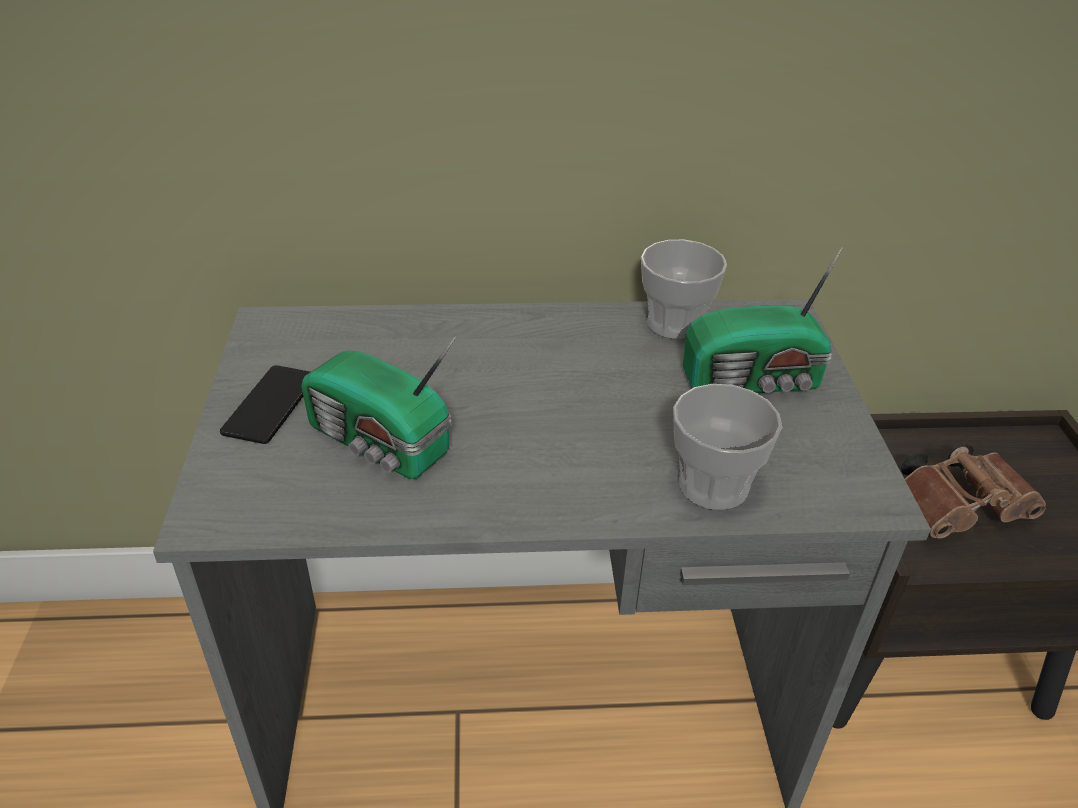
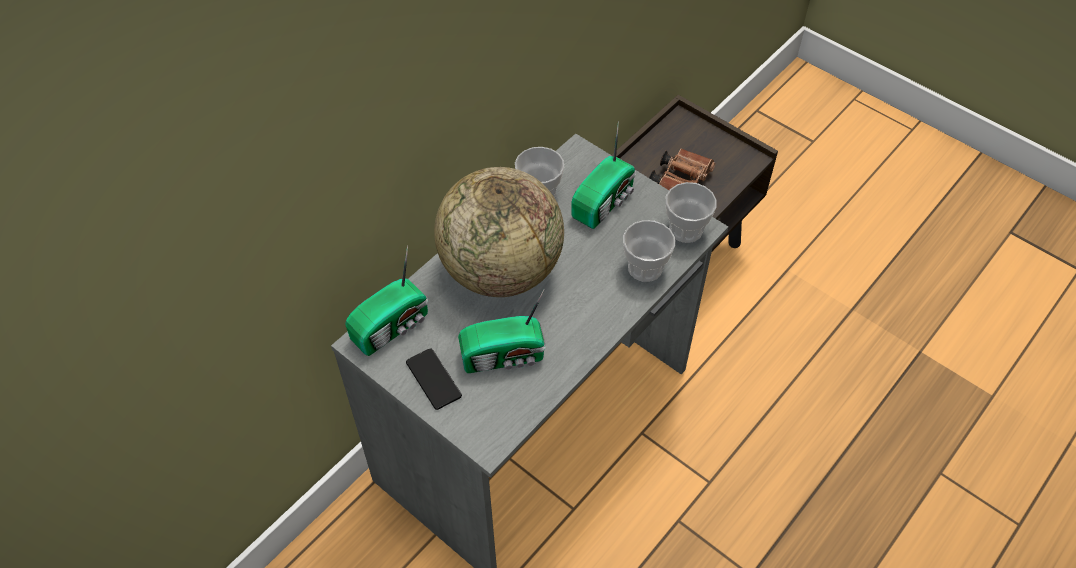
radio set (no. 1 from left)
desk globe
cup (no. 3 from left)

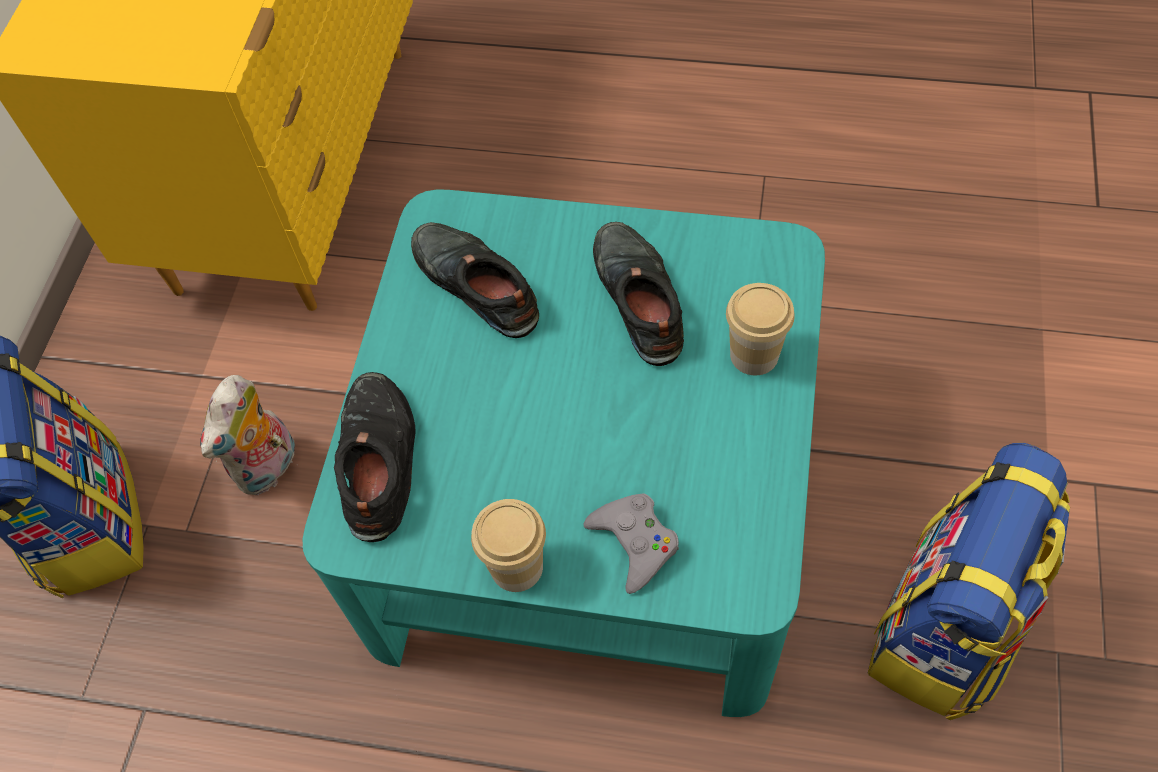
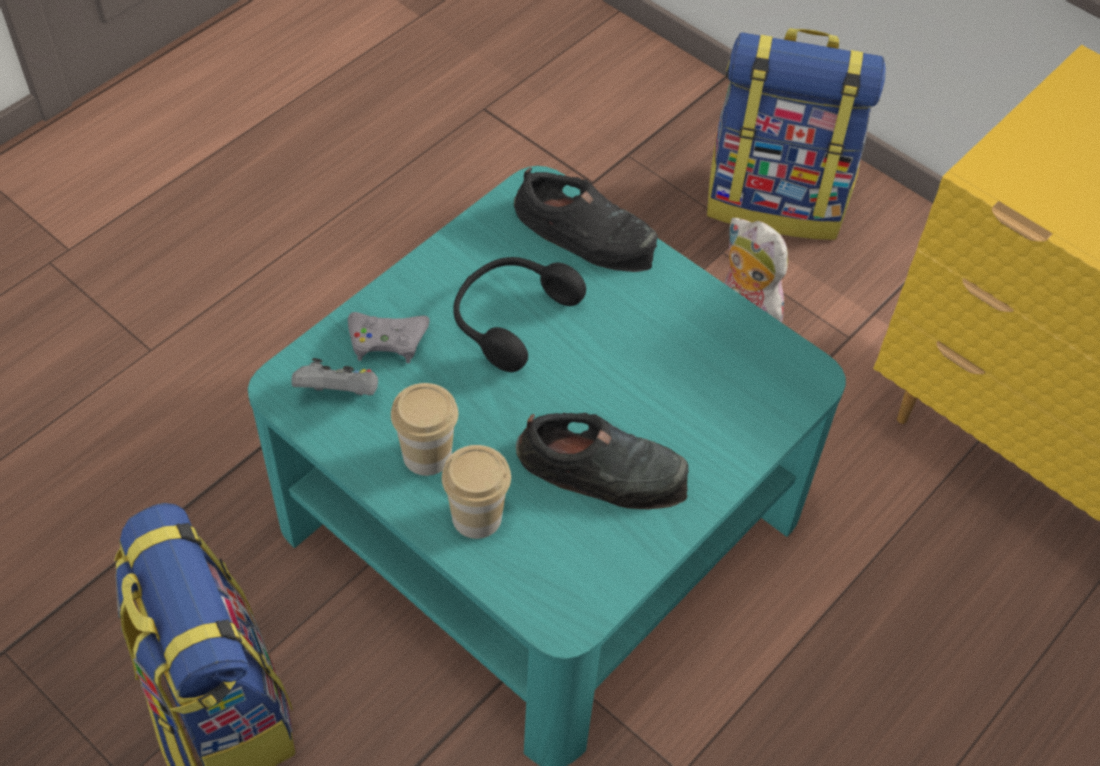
black shoe (no. 2 from left in the first image)
grey game controller (no. 1 from left)
black pair of headphones
cup (no. 1 from left)

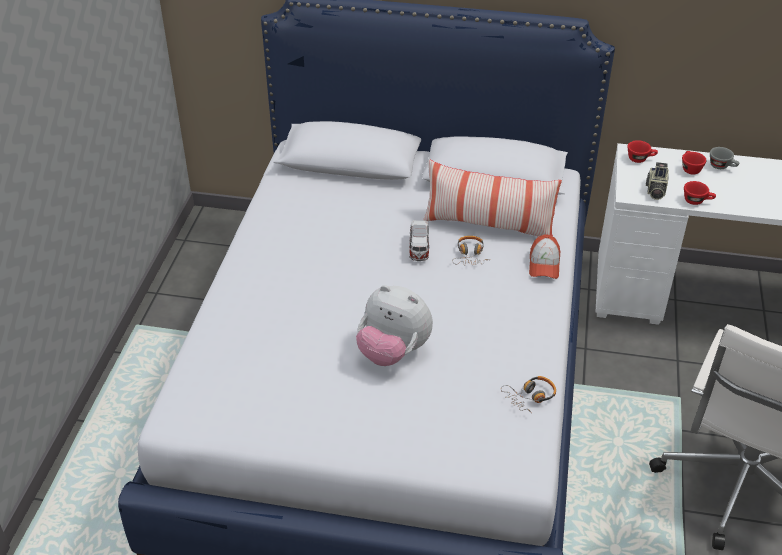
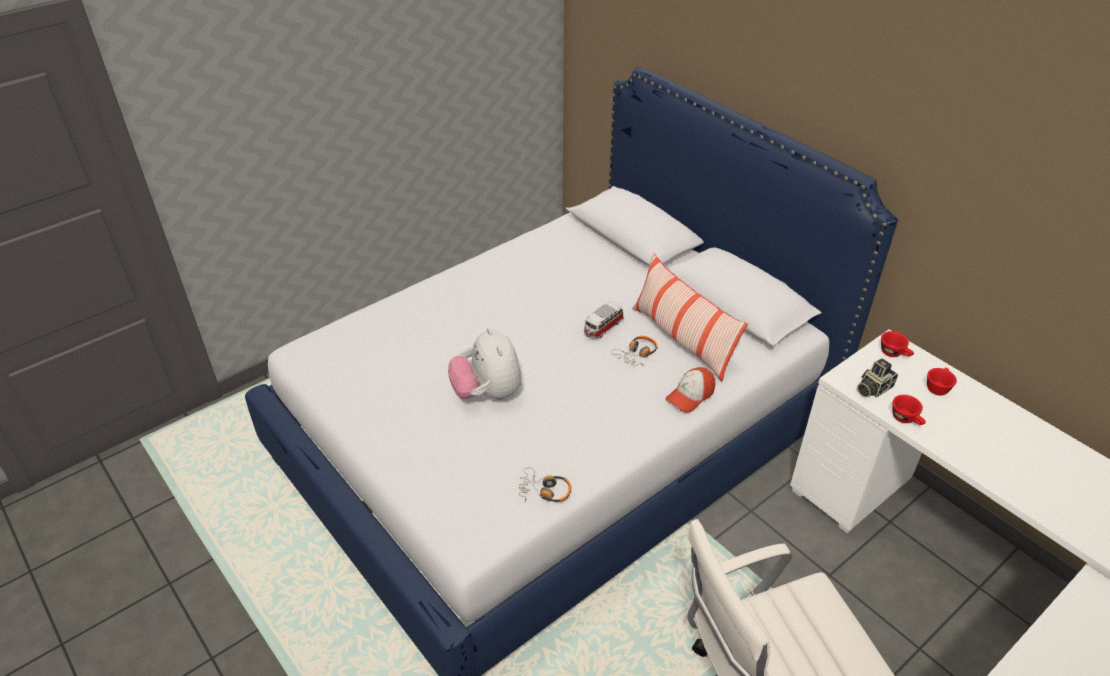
grey cup

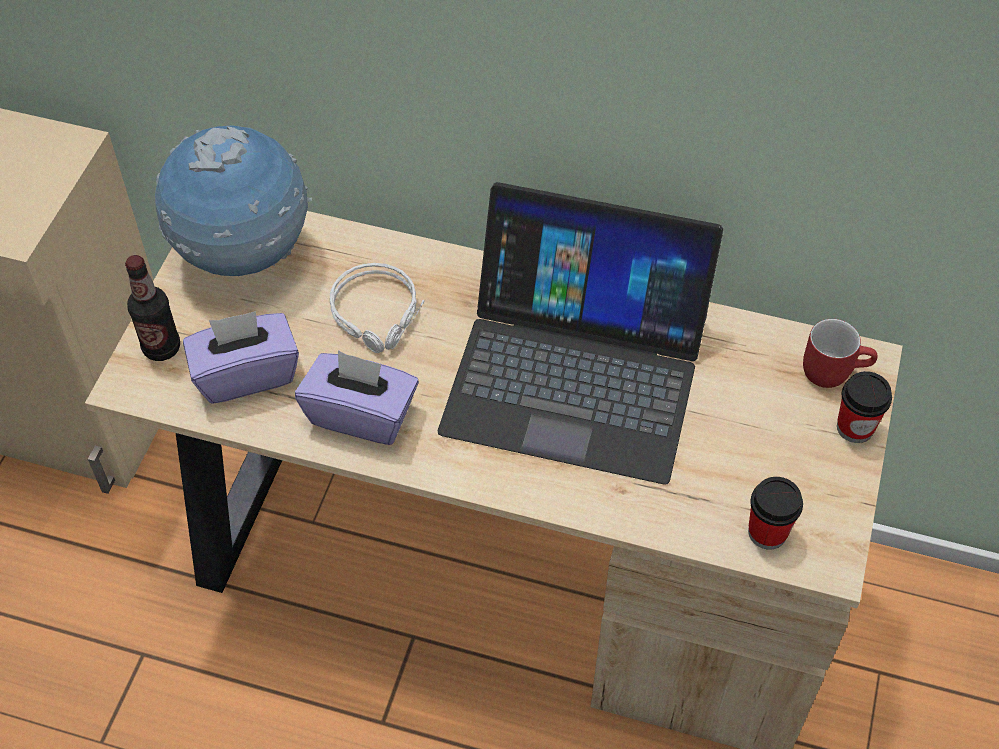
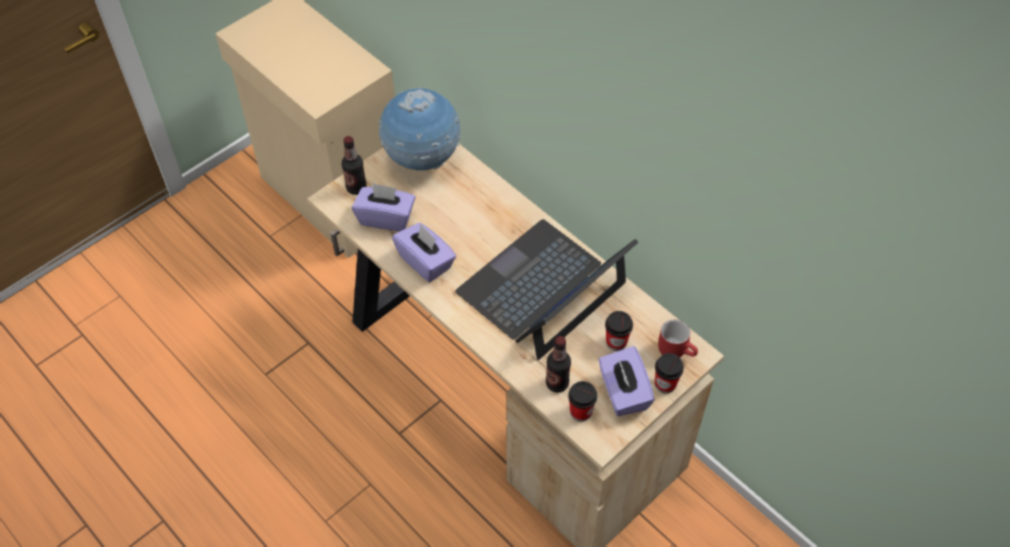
grey pair of headphones
beverage bottle (no. 2 from left)
purple-coloured box of tissues (no. 3 from left)
cup (no. 2 from left)
laptop

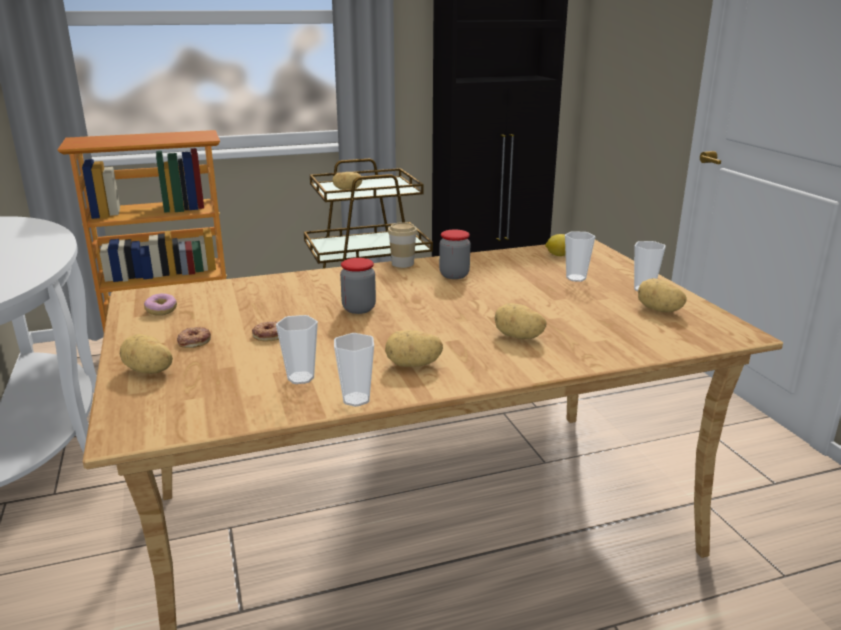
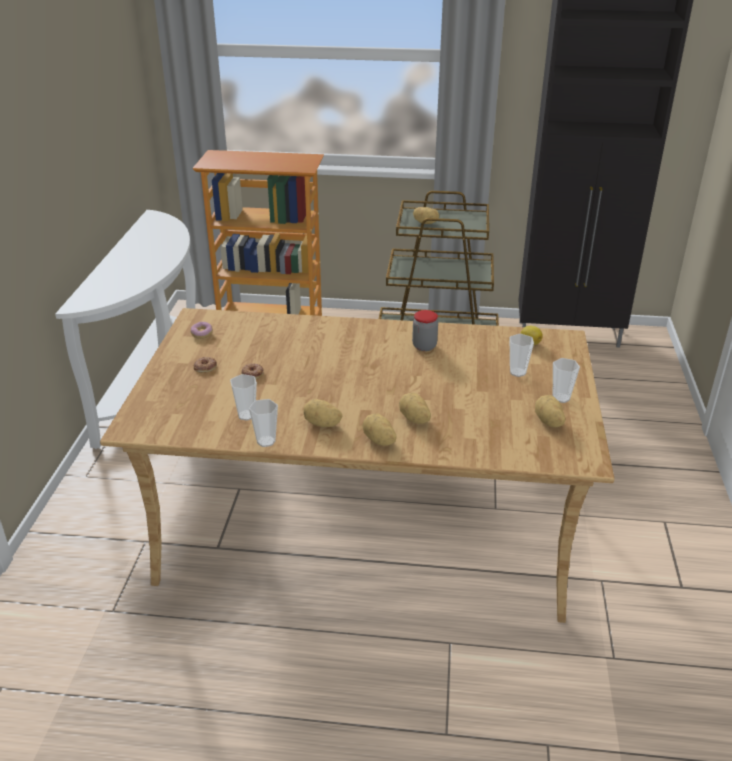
storage jar (no. 1 from left in the first image)
cup (no. 3 from left in the first image)
potato (no. 2 from left)

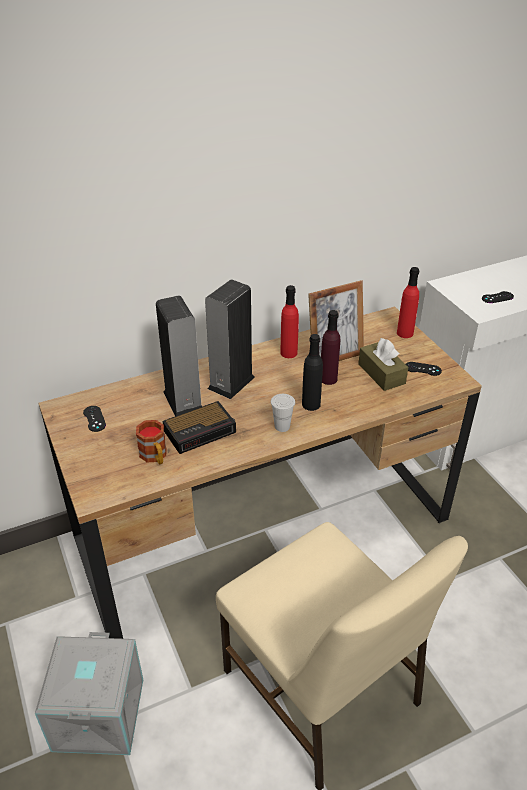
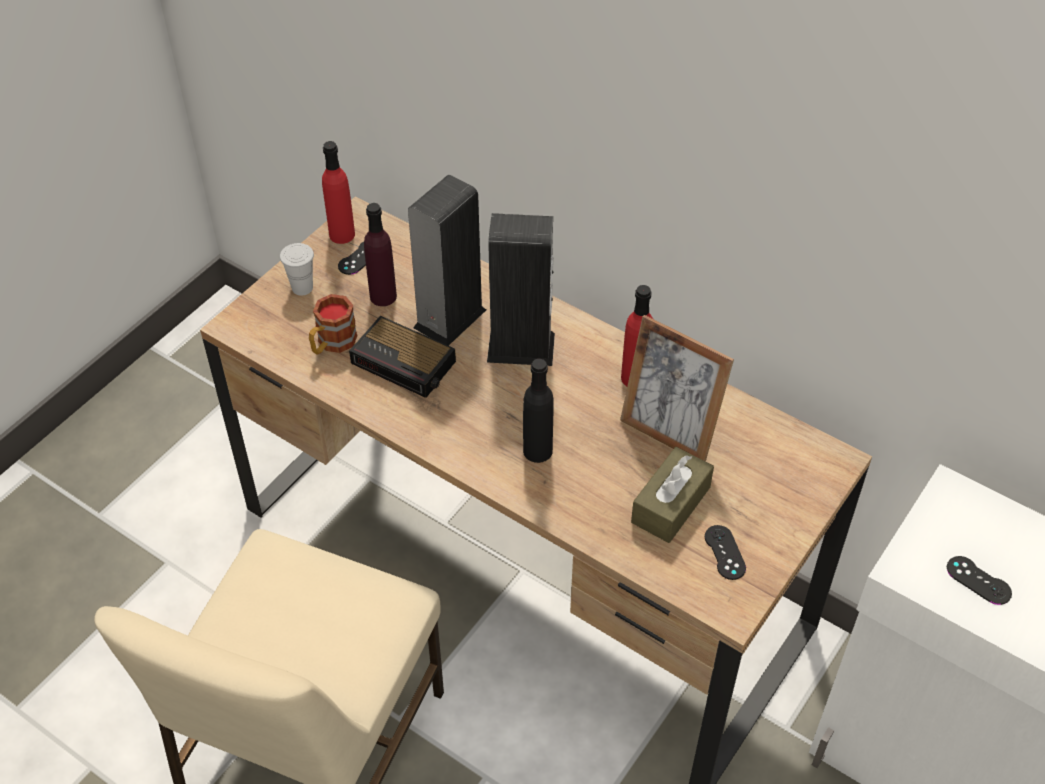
grey storage bin
white-coloured cup
purple-coloured beverage bottle
red beverage bottle (no. 1 from left)

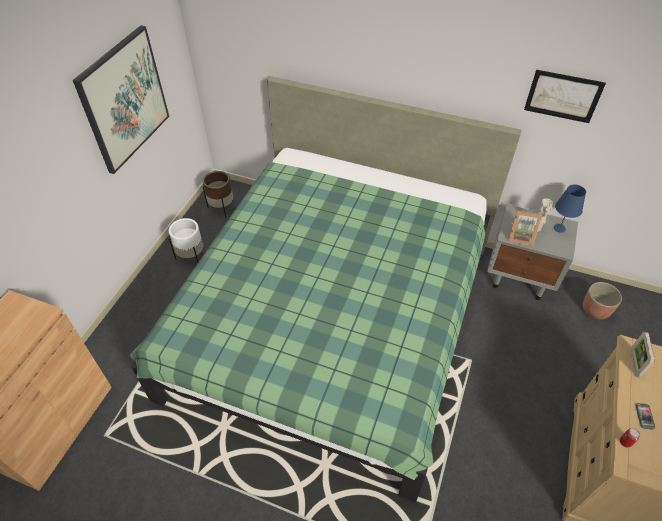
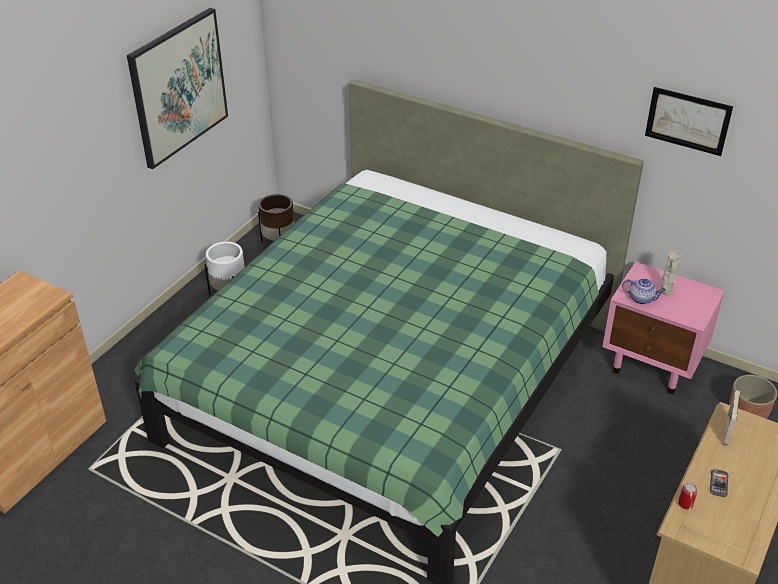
bluish lamp for a table
teapot
pink-coloured night table

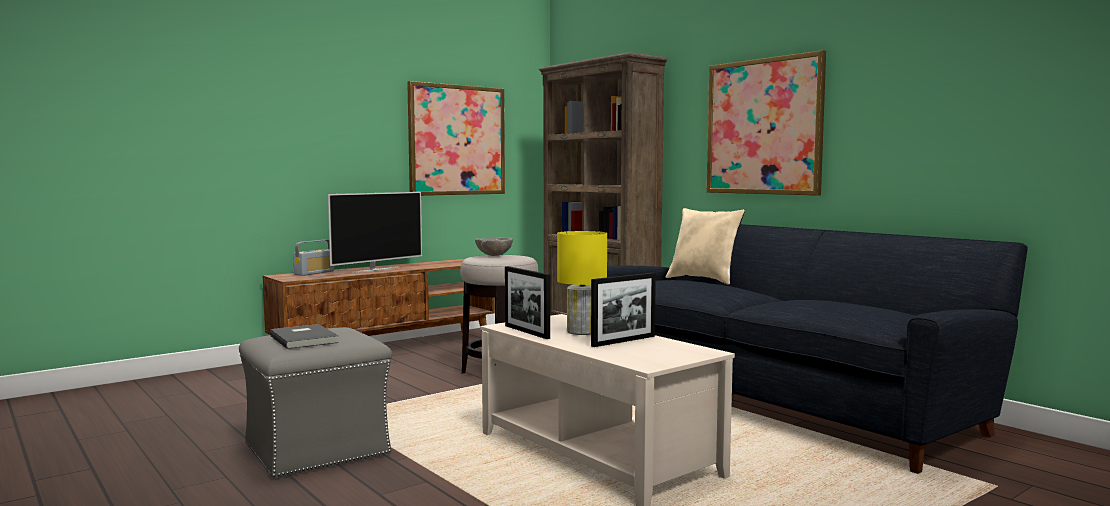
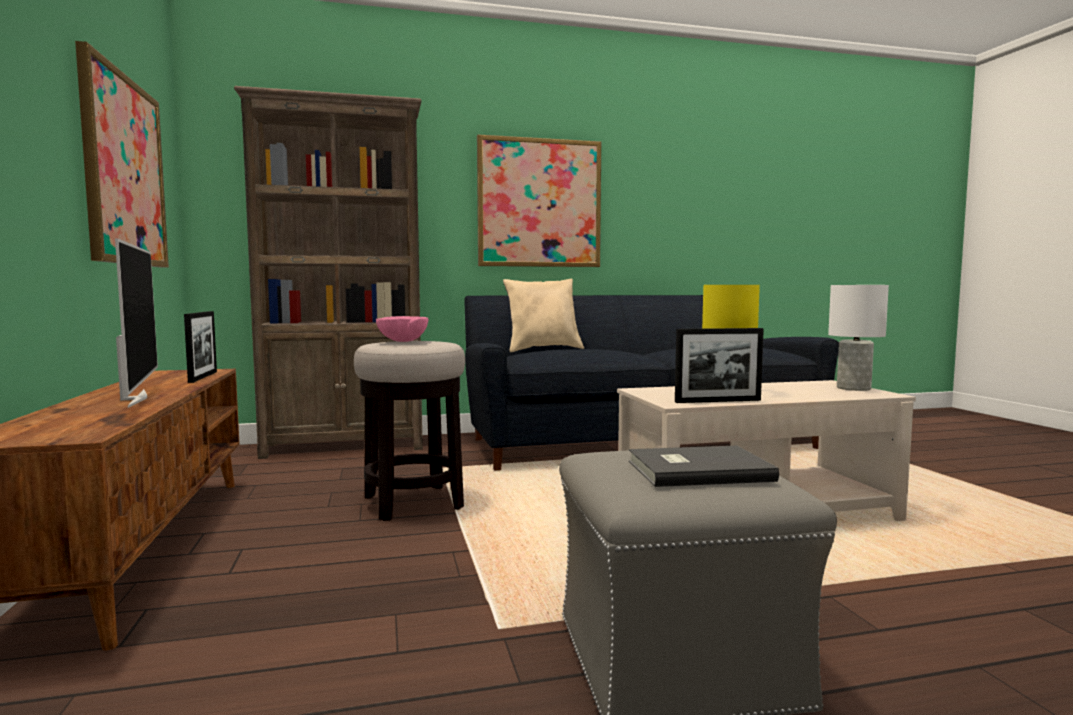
radio set
white-coloured lamp for a table
photo frame (no. 1 from left)
pink-coloured bowl

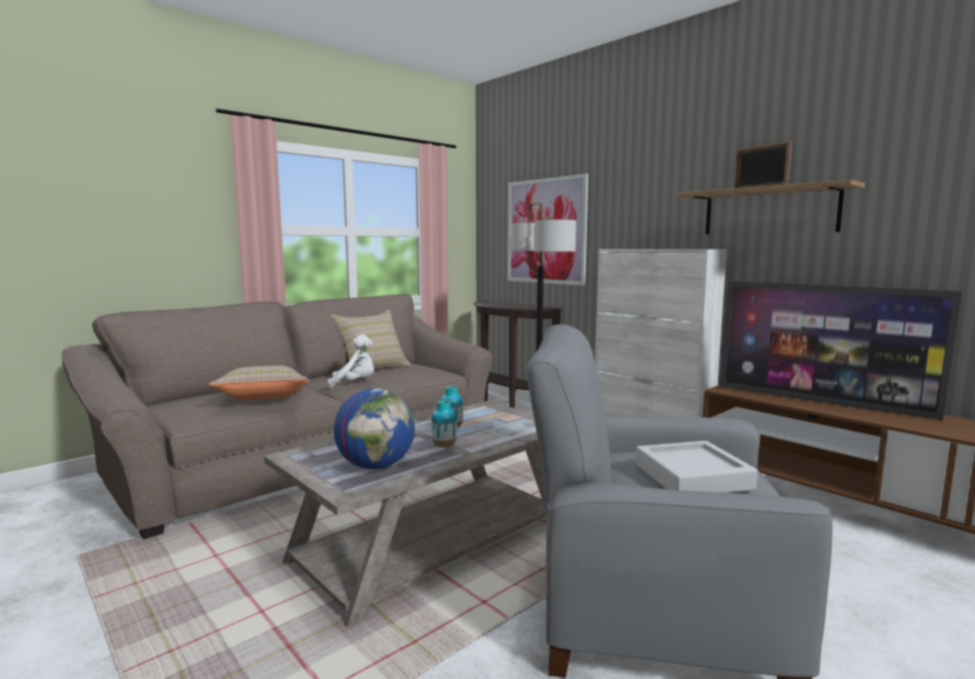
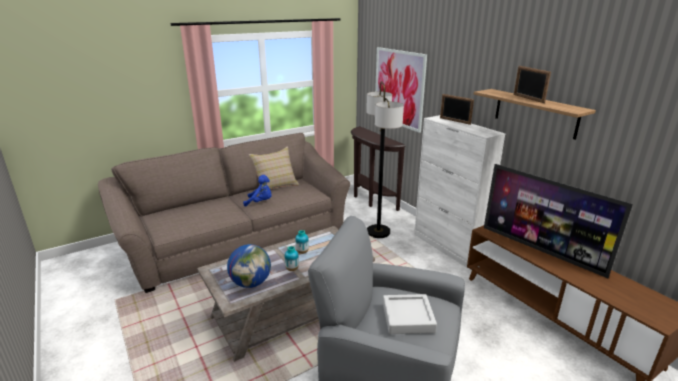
sand-coloured throw pillow (no. 1 from left in the first image)
photo frame (no. 1 from left)
bluish cuddly toy

